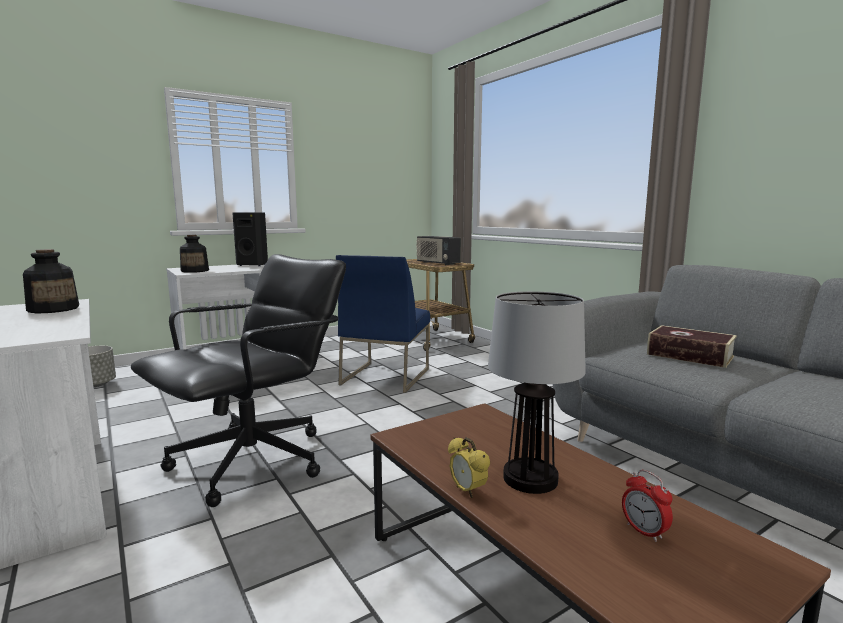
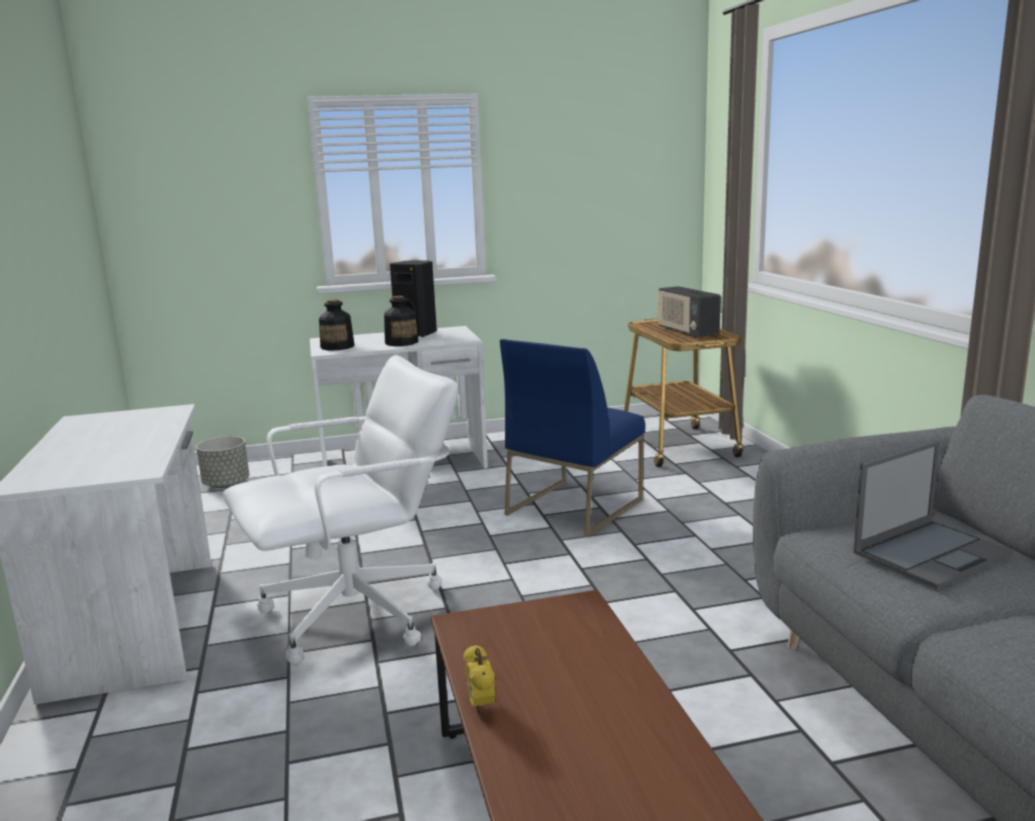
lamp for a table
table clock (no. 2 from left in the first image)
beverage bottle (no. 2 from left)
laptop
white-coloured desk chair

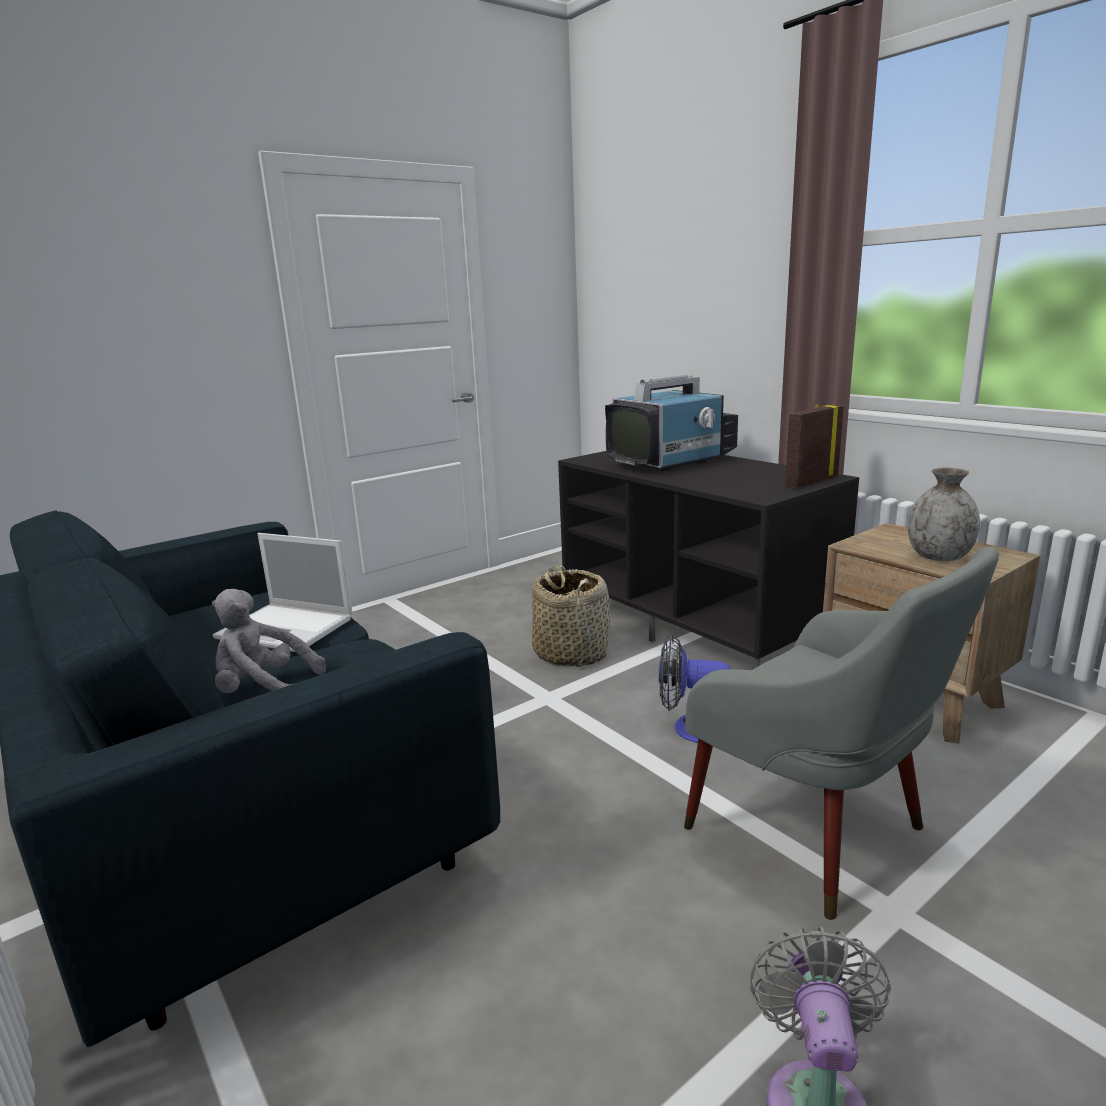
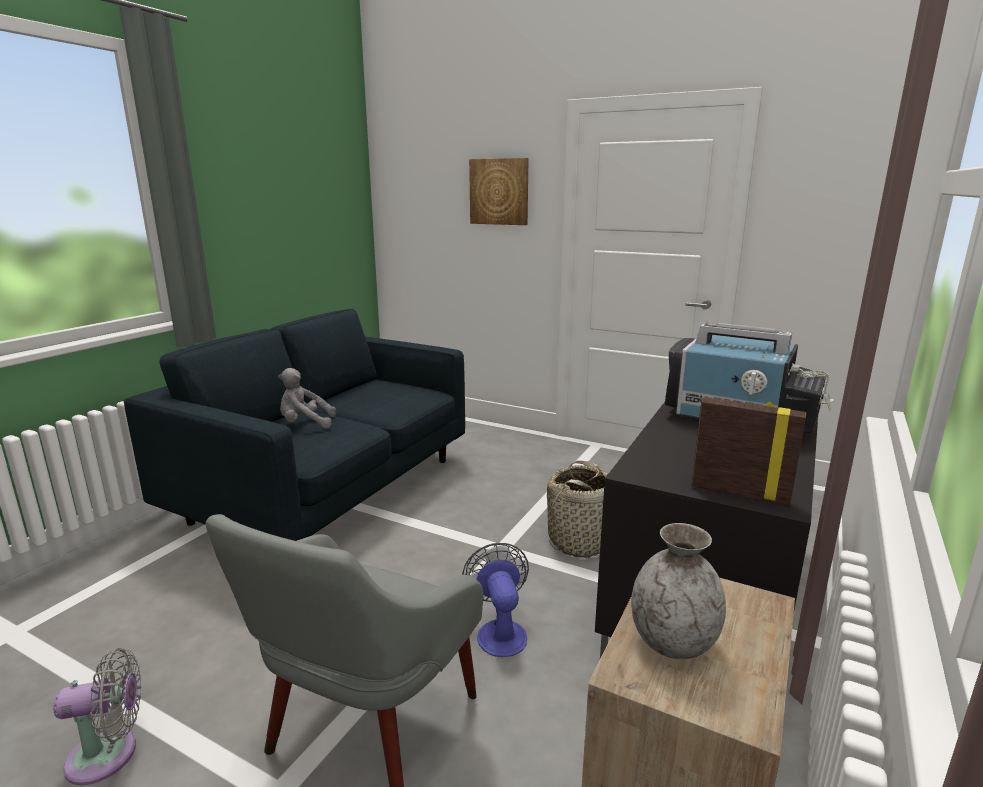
laptop
wall picture
grey cuddly toy

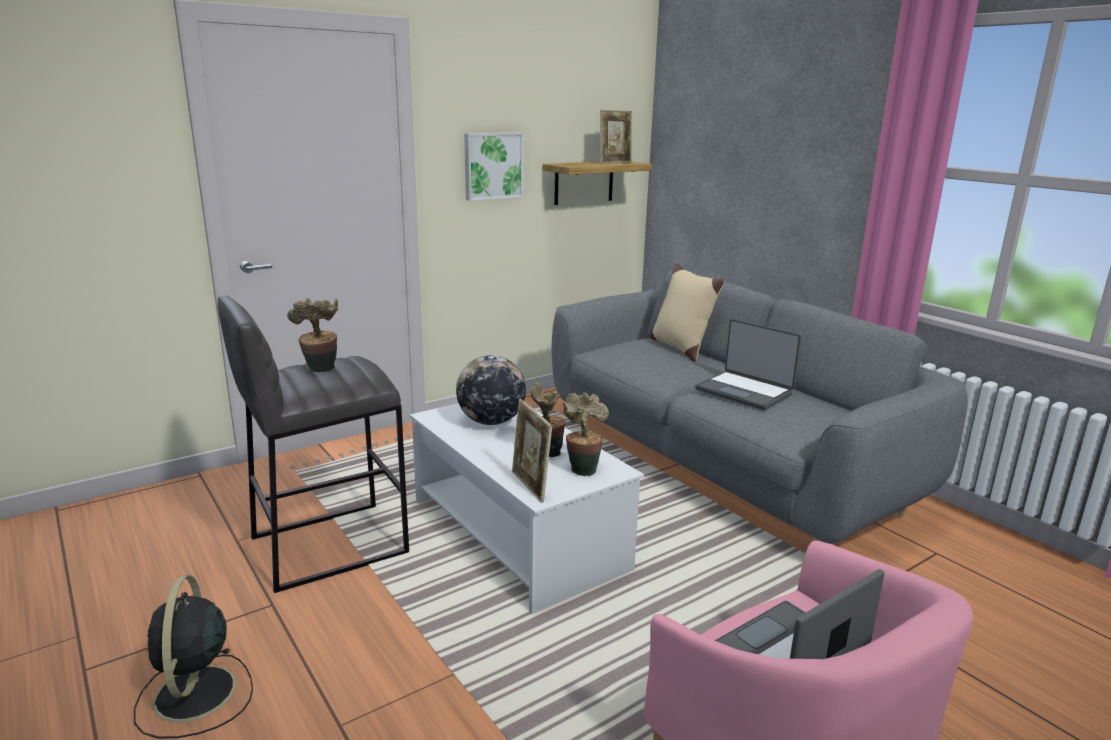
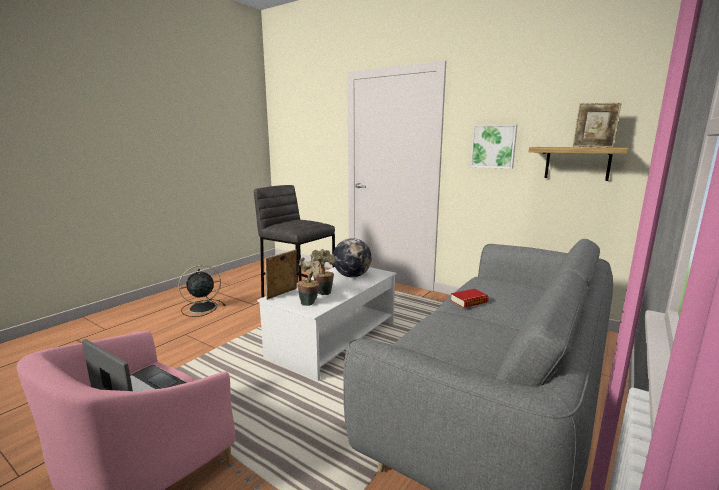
potted plant (no. 1 from left in the first image)
sand-coloured throw pillow
laptop (no. 1 from left in the first image)
bound book

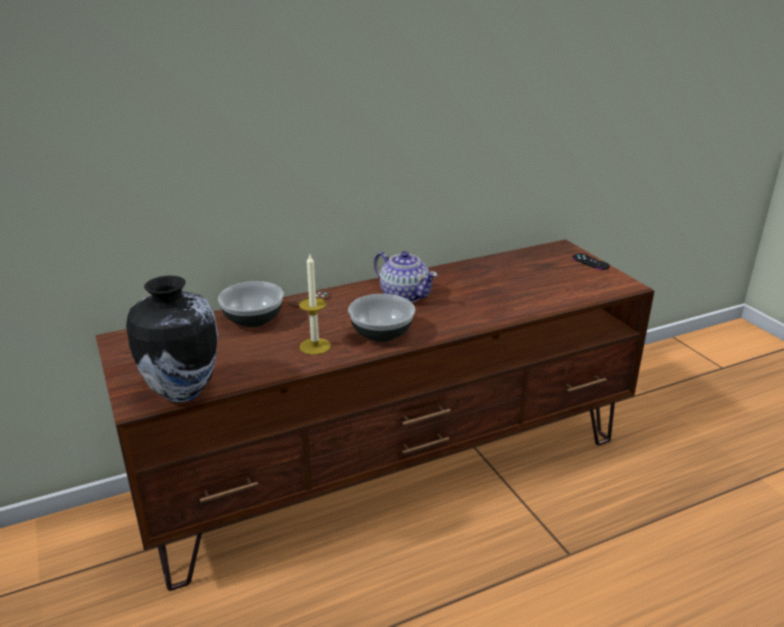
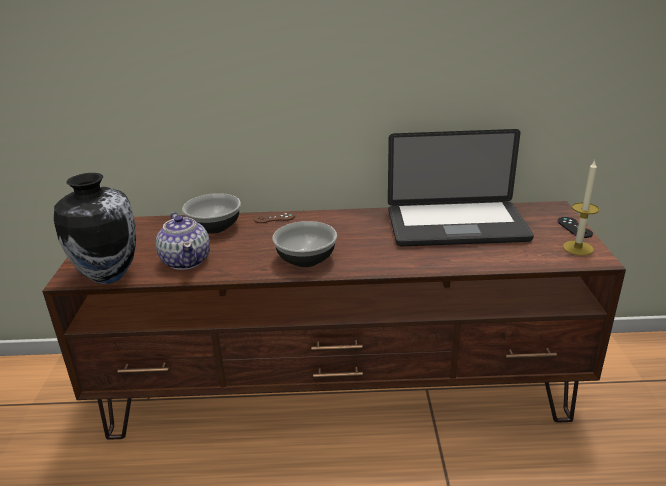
laptop
wax light
teapot

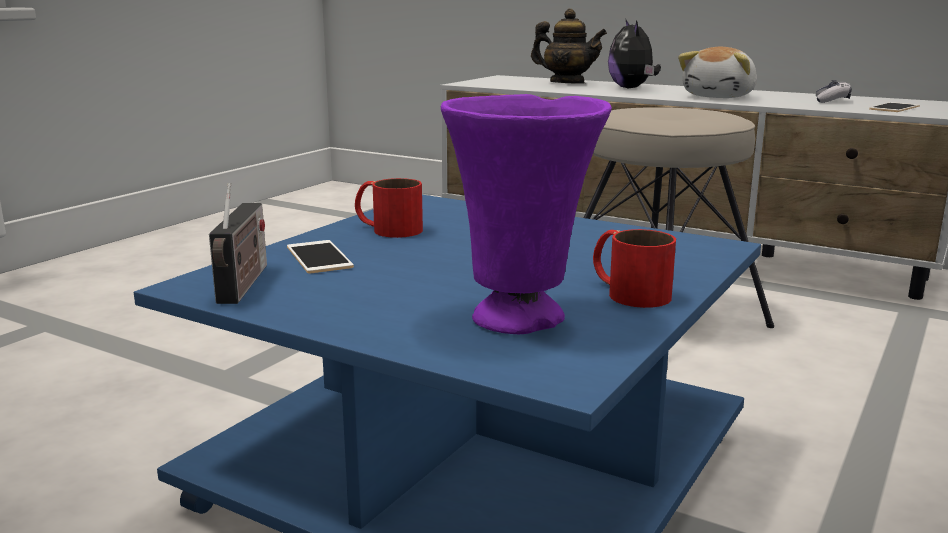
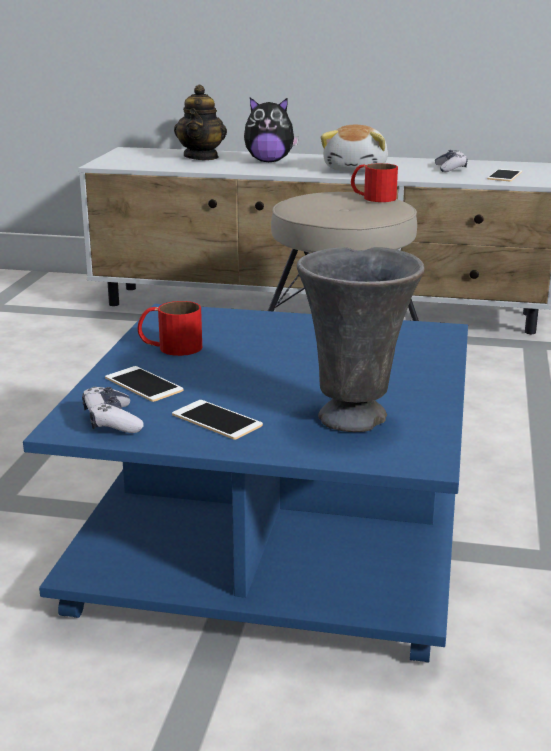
telephone (no. 2 from left)
red tea mug (no. 2 from left)
game controller (no. 1 from left)
grey vase
teapot
cuddly toy (no. 1 from left)

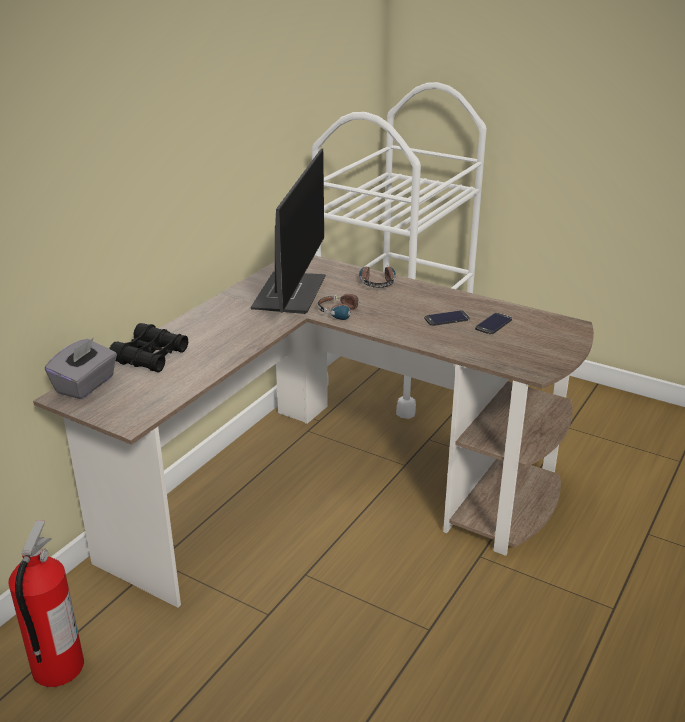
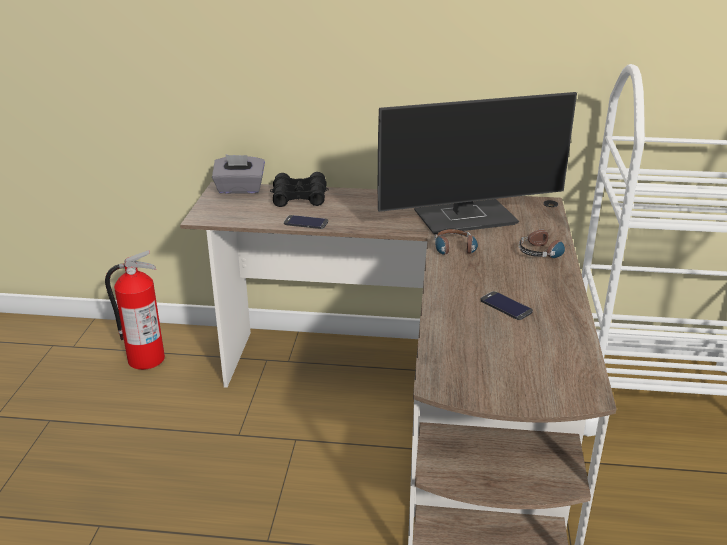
telephone (no. 1 from left)

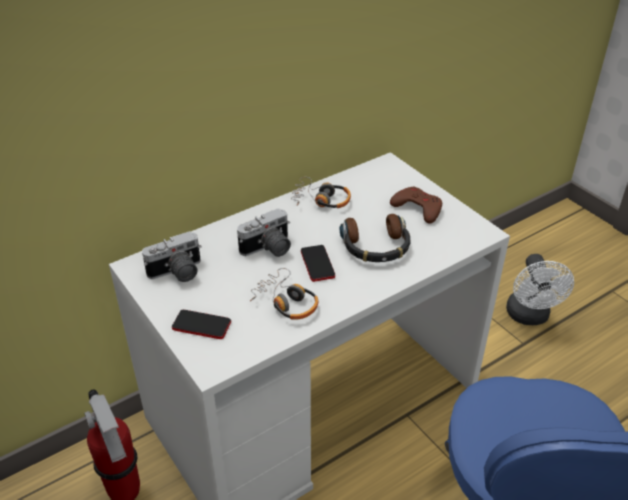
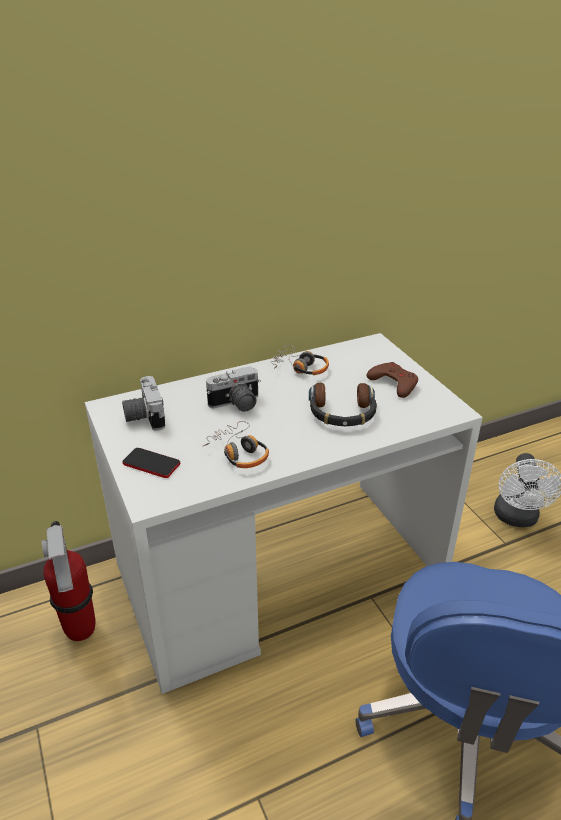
telephone (no. 2 from left in the first image)
photo camera (no. 1 from left)

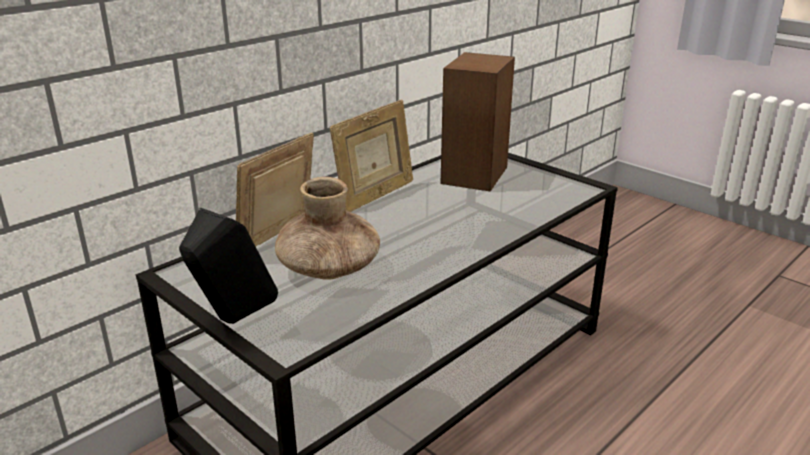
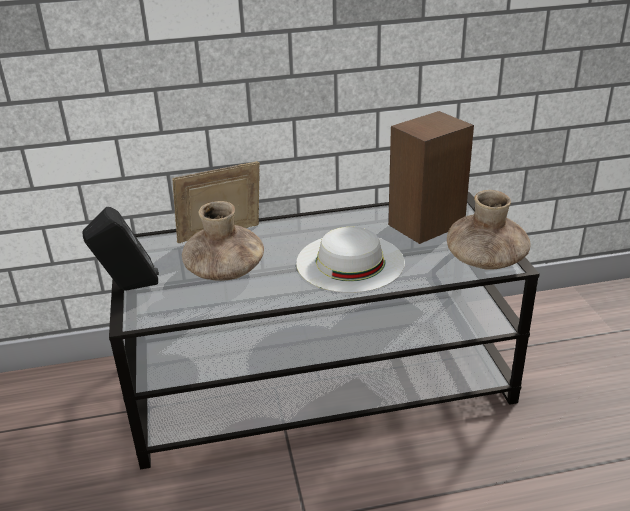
photo frame (no. 2 from left in the first image)
white-coloured wearable hat
brownish vase (no. 2 from left)

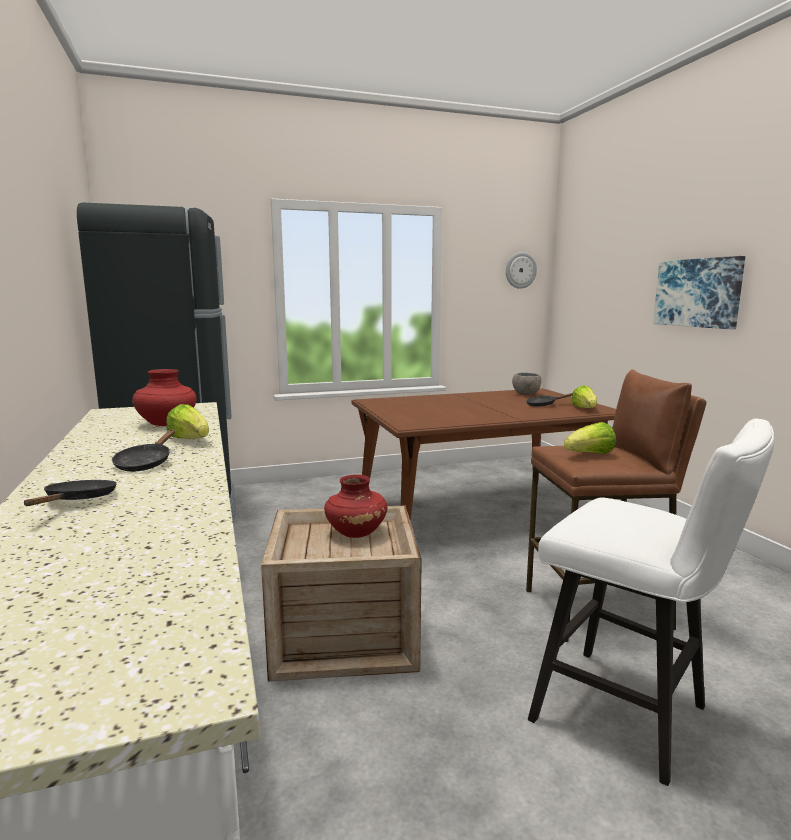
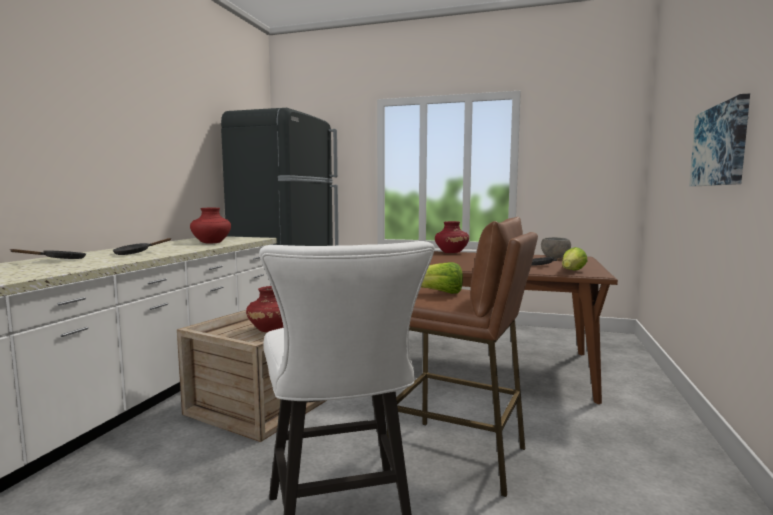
lettuce (no. 1 from left in the first image)
clock on the wall
red vase (no. 3 from left)

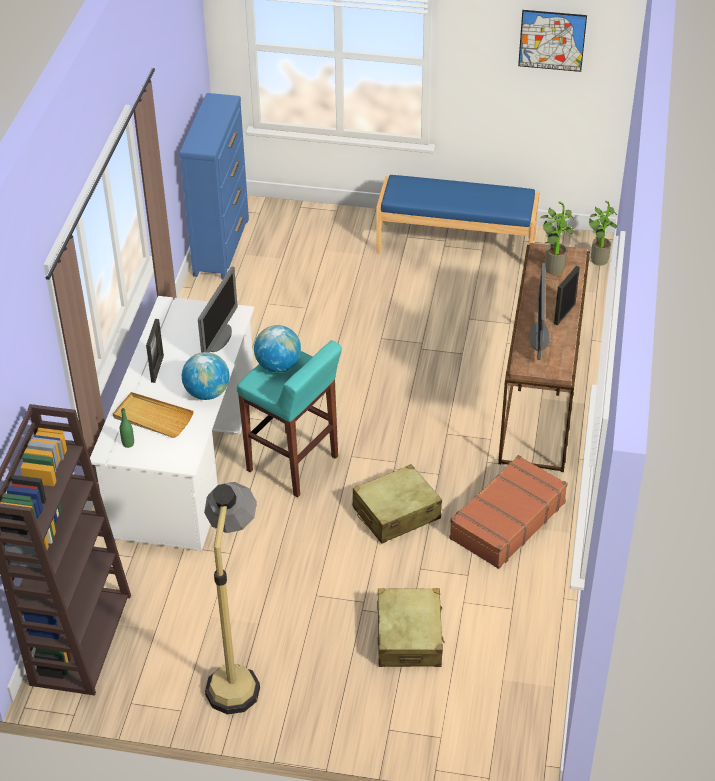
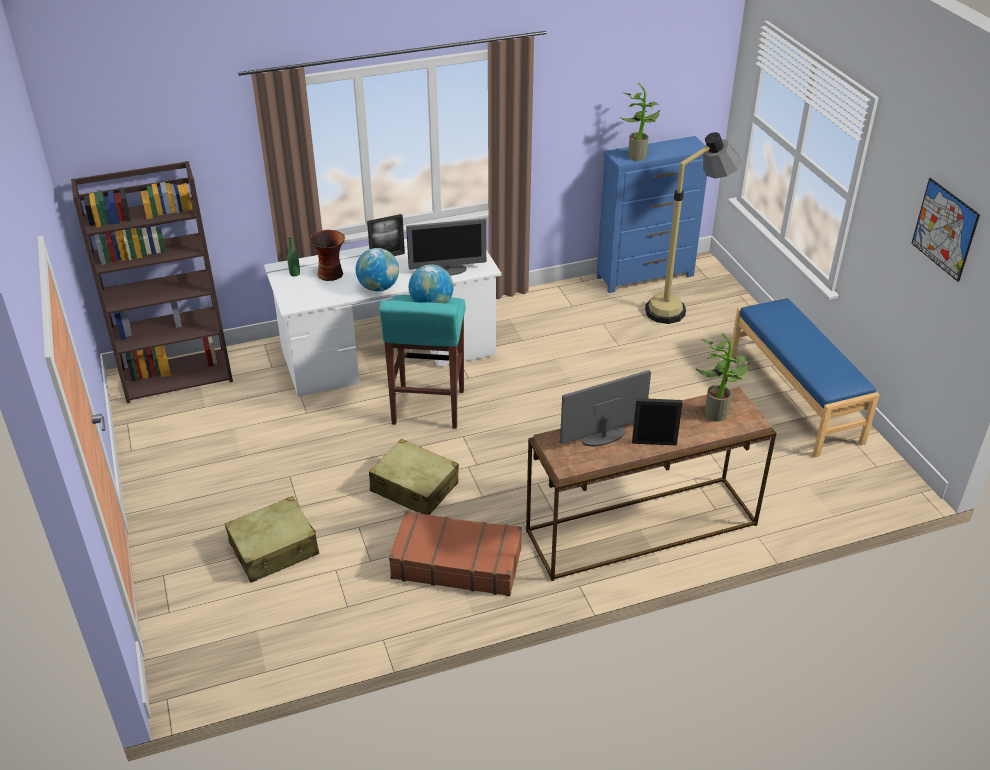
floor lamp
potted plant (no. 1 from left)
vase

